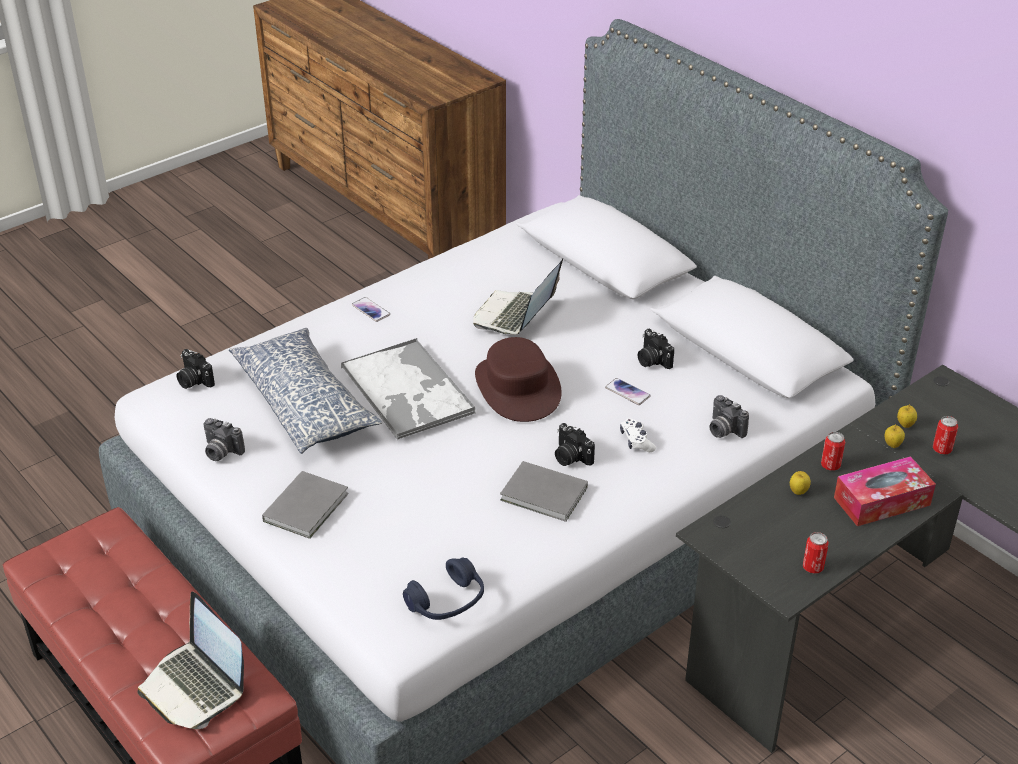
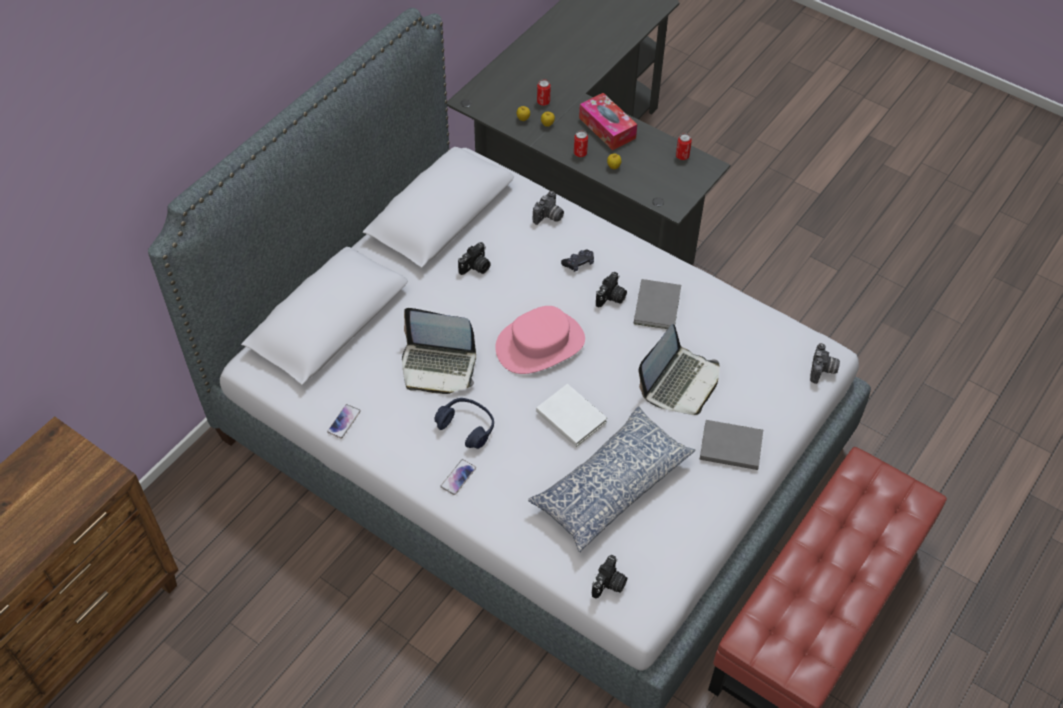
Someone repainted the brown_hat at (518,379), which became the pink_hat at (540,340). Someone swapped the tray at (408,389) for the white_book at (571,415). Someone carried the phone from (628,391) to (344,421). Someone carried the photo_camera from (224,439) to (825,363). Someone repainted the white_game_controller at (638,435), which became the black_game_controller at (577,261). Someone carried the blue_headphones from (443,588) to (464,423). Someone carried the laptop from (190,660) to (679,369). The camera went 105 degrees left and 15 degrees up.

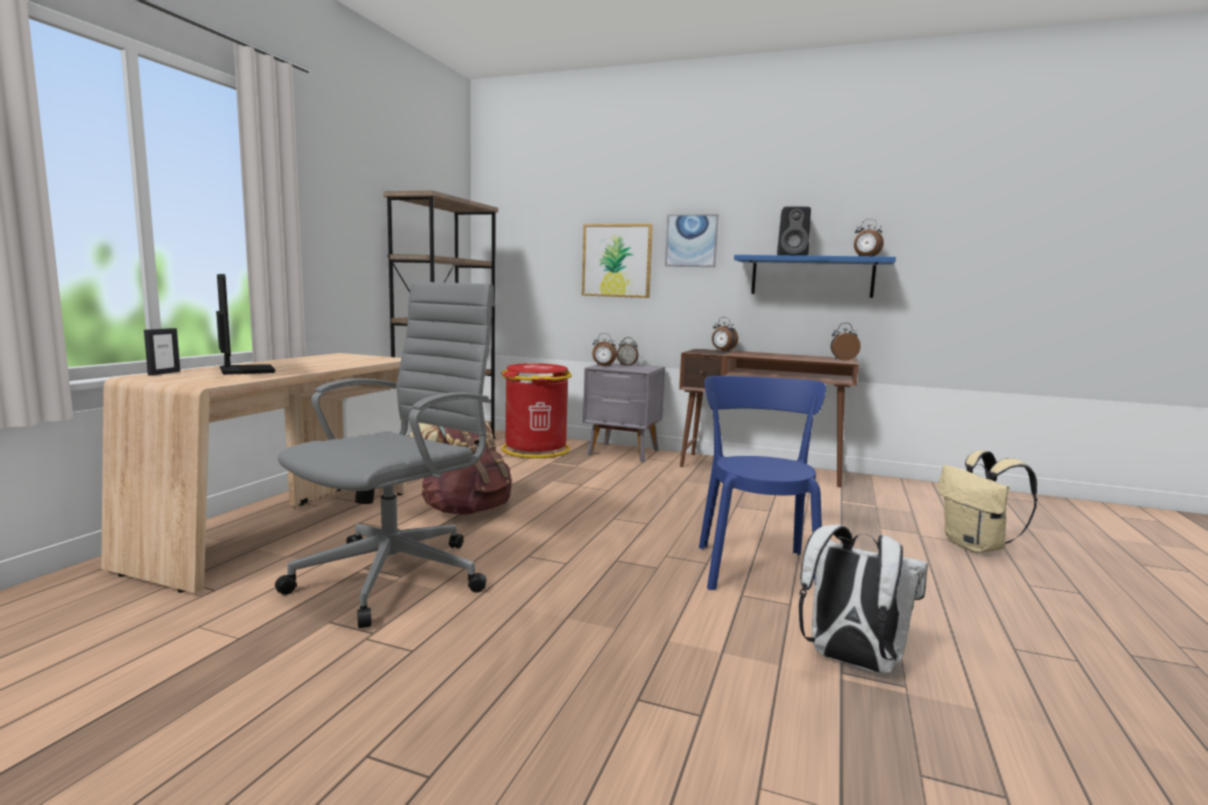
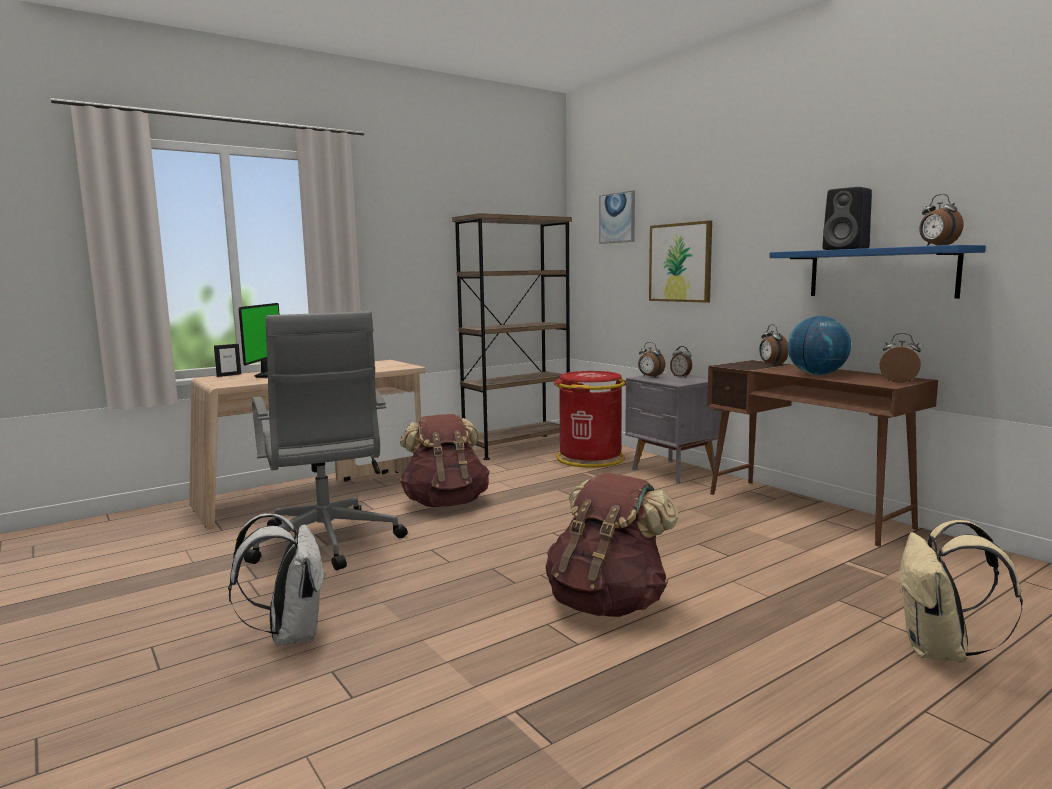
Someone carried the picture from (692,240) to (617,217). Someone rotated the grey_office_chair at (385,455) by 90 degrees clockwise. Someone swapped the blue_chair at (762,483) for the brown_backpack at (612,545). Someone carried the white_backpack from (863,599) to (277,579). Someone put down the globe at (819,345). The camera went 35 degrees right and 0 degrees up.

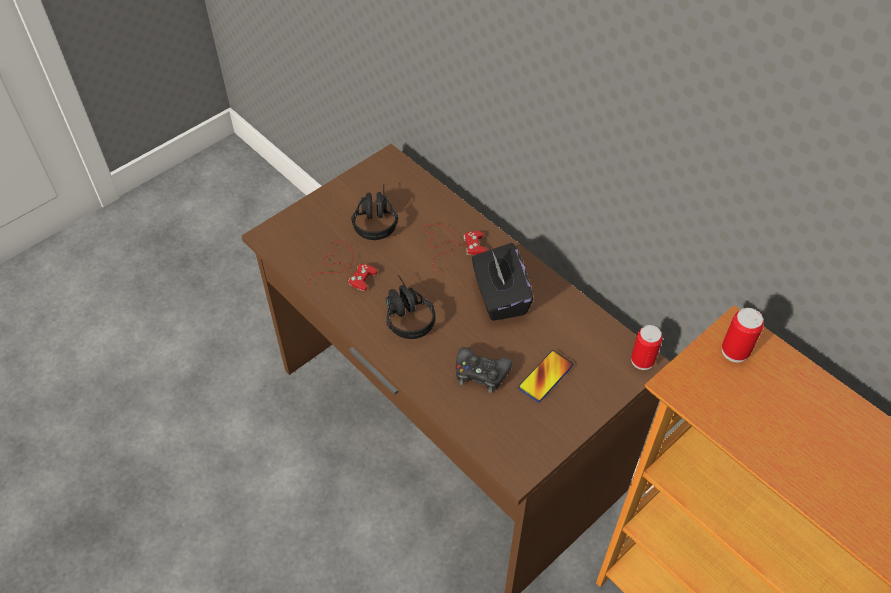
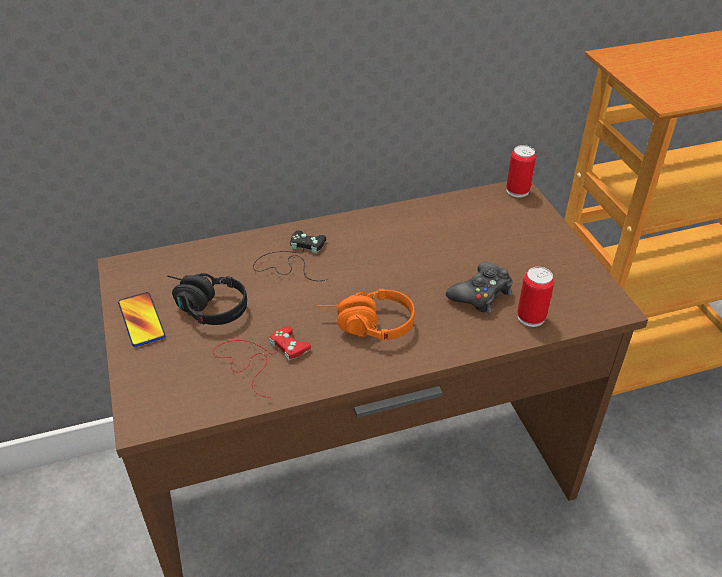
Someone repainted the red_game_controller at (455,248), which became the black_game_controller at (291,255). Someone took away the black_tissue_box at (502,282). Someone repainted the black_headphones at (410,307), which became the orange_headphones at (366,315). Someone carried the can from (743,335) to (535,297). Someone carried the phone from (546,376) to (142,319). The camera went 65 degrees left and 10 degrees down.

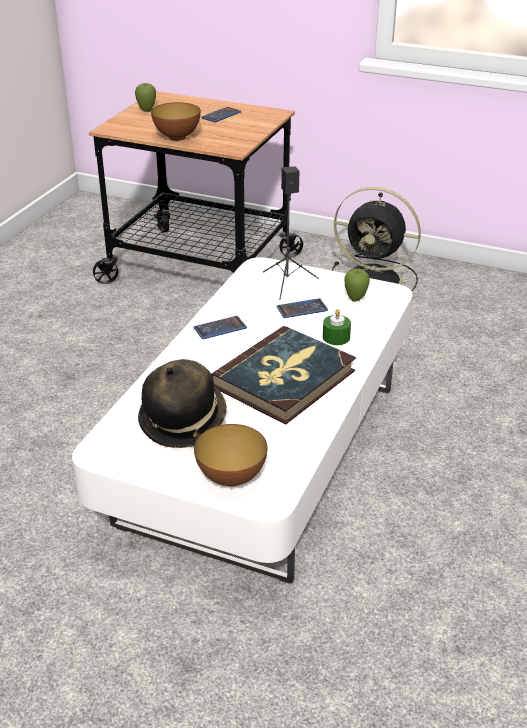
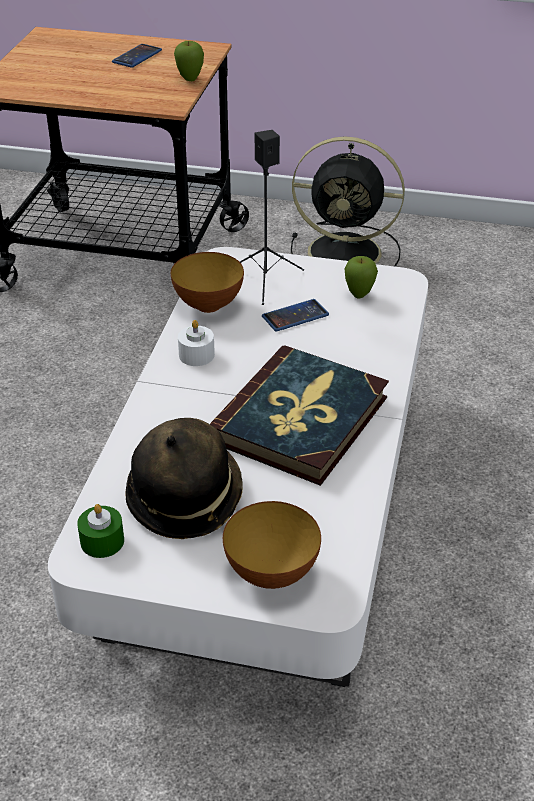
Someone carried the apple from (145,97) to (189,61). Someone carried the bowl from (176,121) to (207,282). Someone carried the green_candle from (337,327) to (100,531). Someone swapped the phone at (220,327) for the white_candle at (196,343). The camera went 10 degrees left and 5 degrees up.

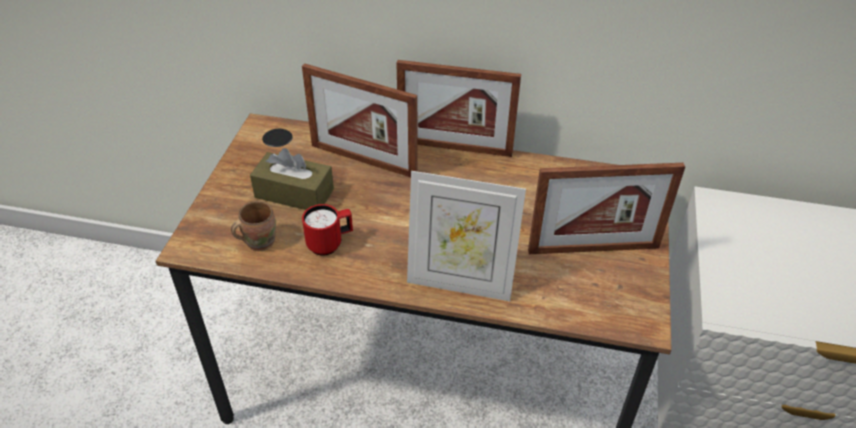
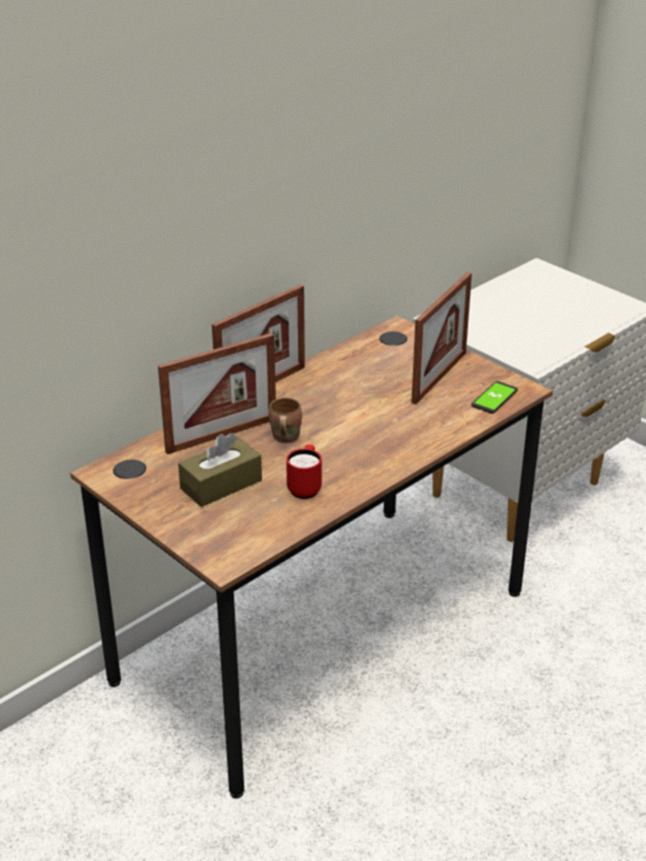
Someone took away the picture_frame at (466,236). Someone carried the brown_mug from (253,226) to (285,420). Someone put down the phone at (494,397). The camera went 55 degrees left and 10 degrees down.

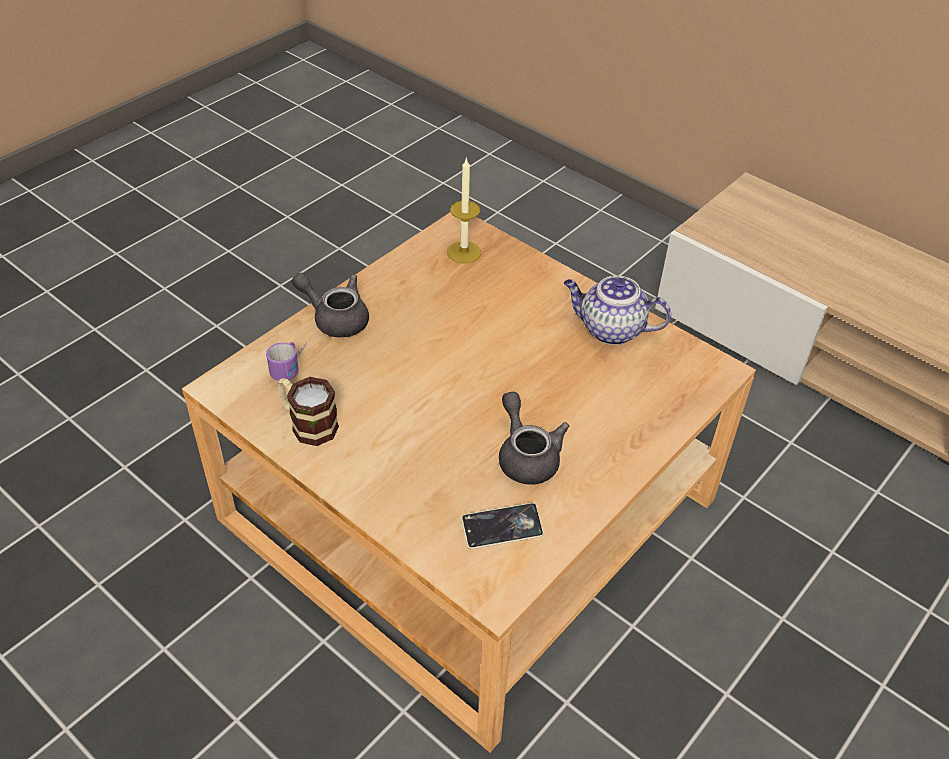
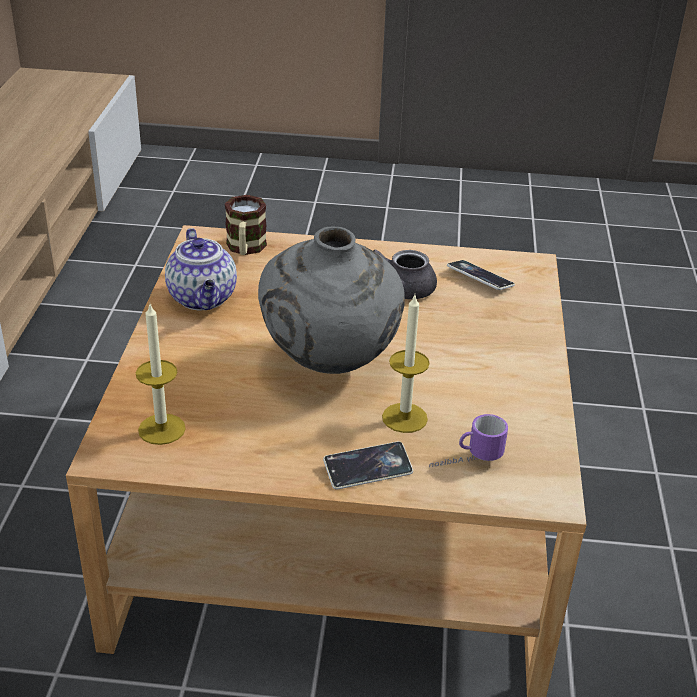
Someone swapped the grey_teapot at (330,305) for the phone at (368,465). Someone carried the mug from (308,411) to (246,225). Someone put down the grey_vase at (331,300). Someone put down the candle at (406,364). The camera went 125 degrees left and 10 degrees down.

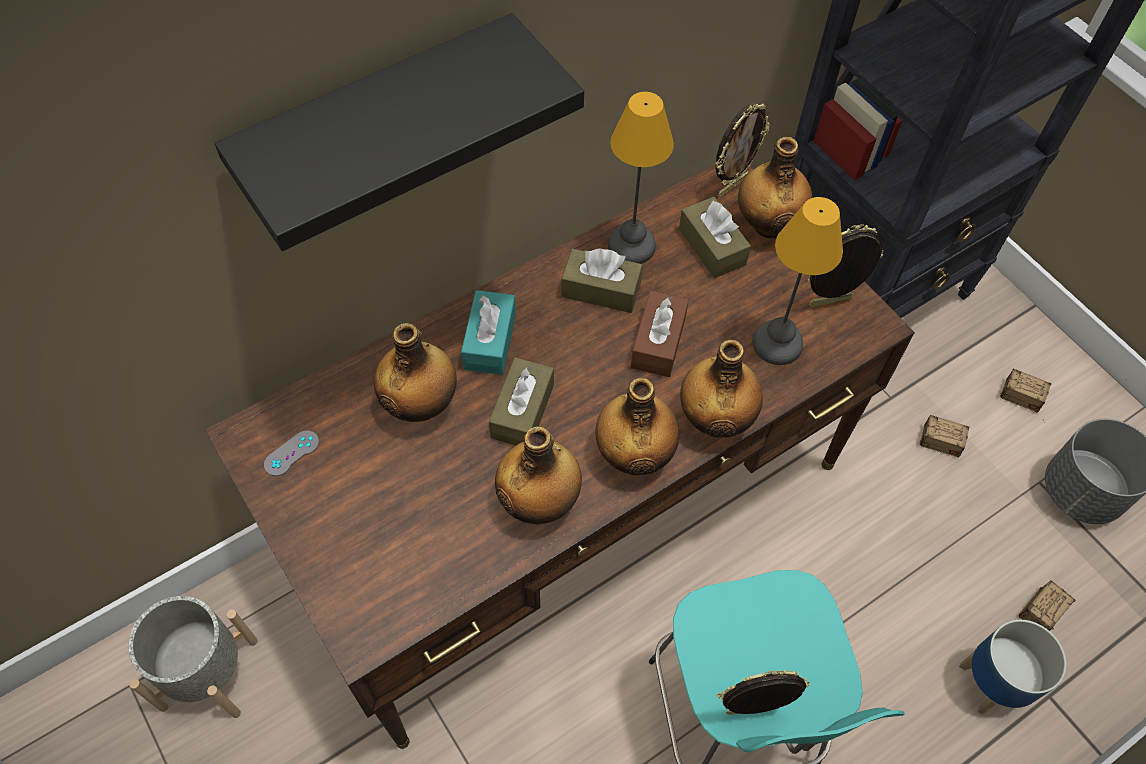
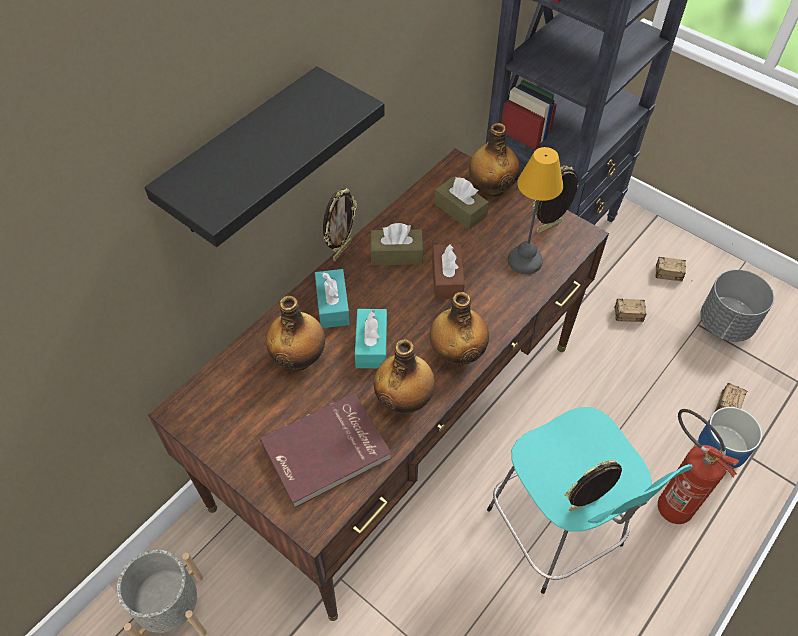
Someone took away the table_lamp at (641,178). Someone carried the picture_frame from (743,150) to (340,224). Someone took away the bottle at (721,389). Someone repainted the brown_tissue_box at (521,401), which became the turquoise_tissue_box at (371,338). Someone took away the grey_game_controller at (291,453). Someone put down the red_book at (325,450). Someone put down the fire_extinguisher at (698,466). The camera went 15 degrees left and 5 degrees down.

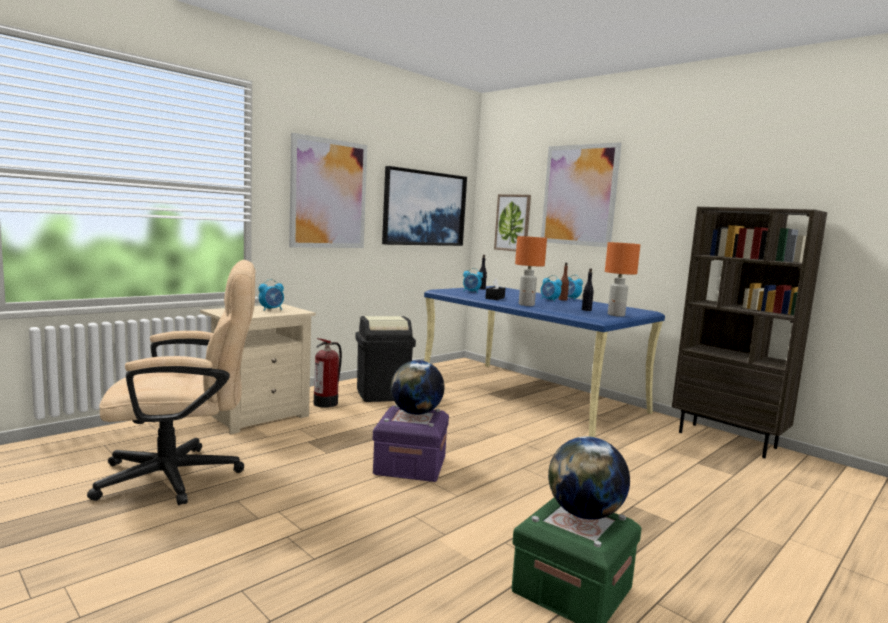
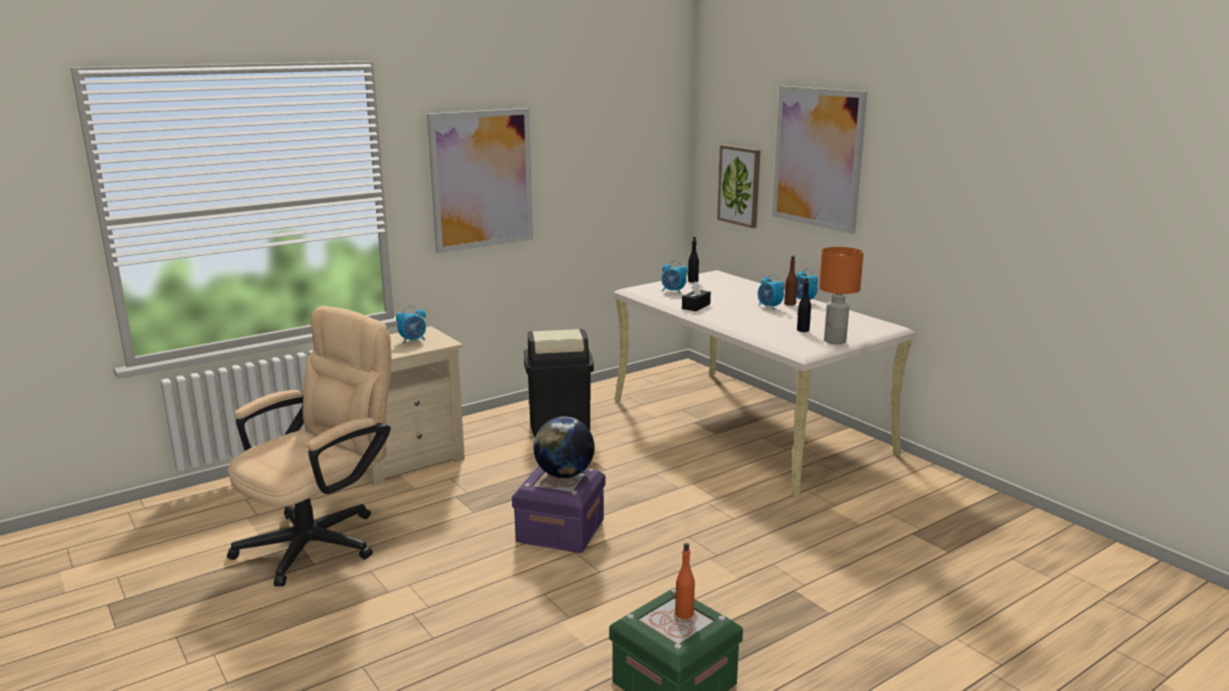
Someone took away the picture at (424,206). Someone took away the brown_bookcase at (749,332). Someone took away the orange_table_lamp at (531,271). Someone rotated the beige_office_chair at (171,382) by 45 degrees counterclockwise. Someone repainted the blue_desk at (544,361), which became the beige_desk at (764,383). Someone took away the fire_extinguisher at (328,373). Someone swapped the globe at (589,478) for the orange_bottle at (685,581). The camera went 10 degrees right and 10 degrees up.

